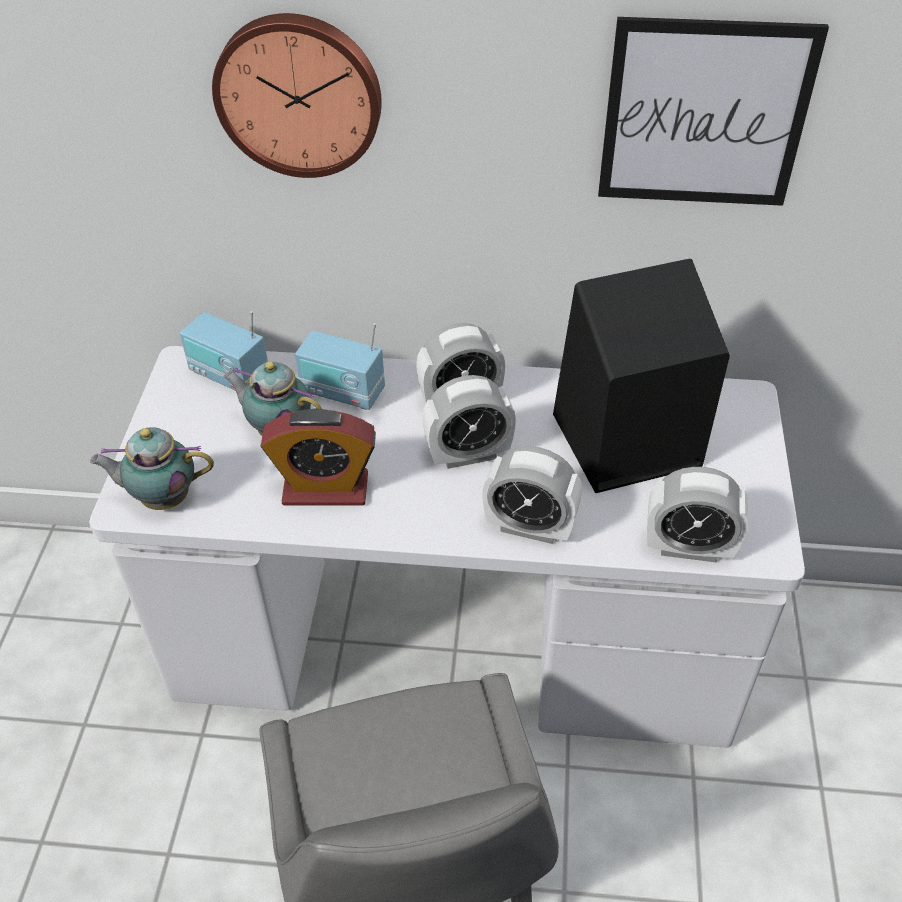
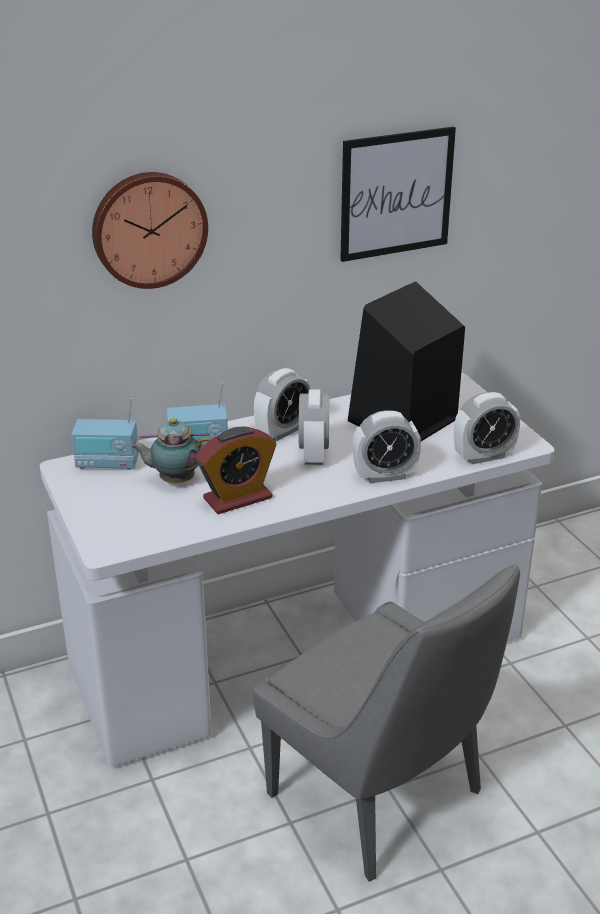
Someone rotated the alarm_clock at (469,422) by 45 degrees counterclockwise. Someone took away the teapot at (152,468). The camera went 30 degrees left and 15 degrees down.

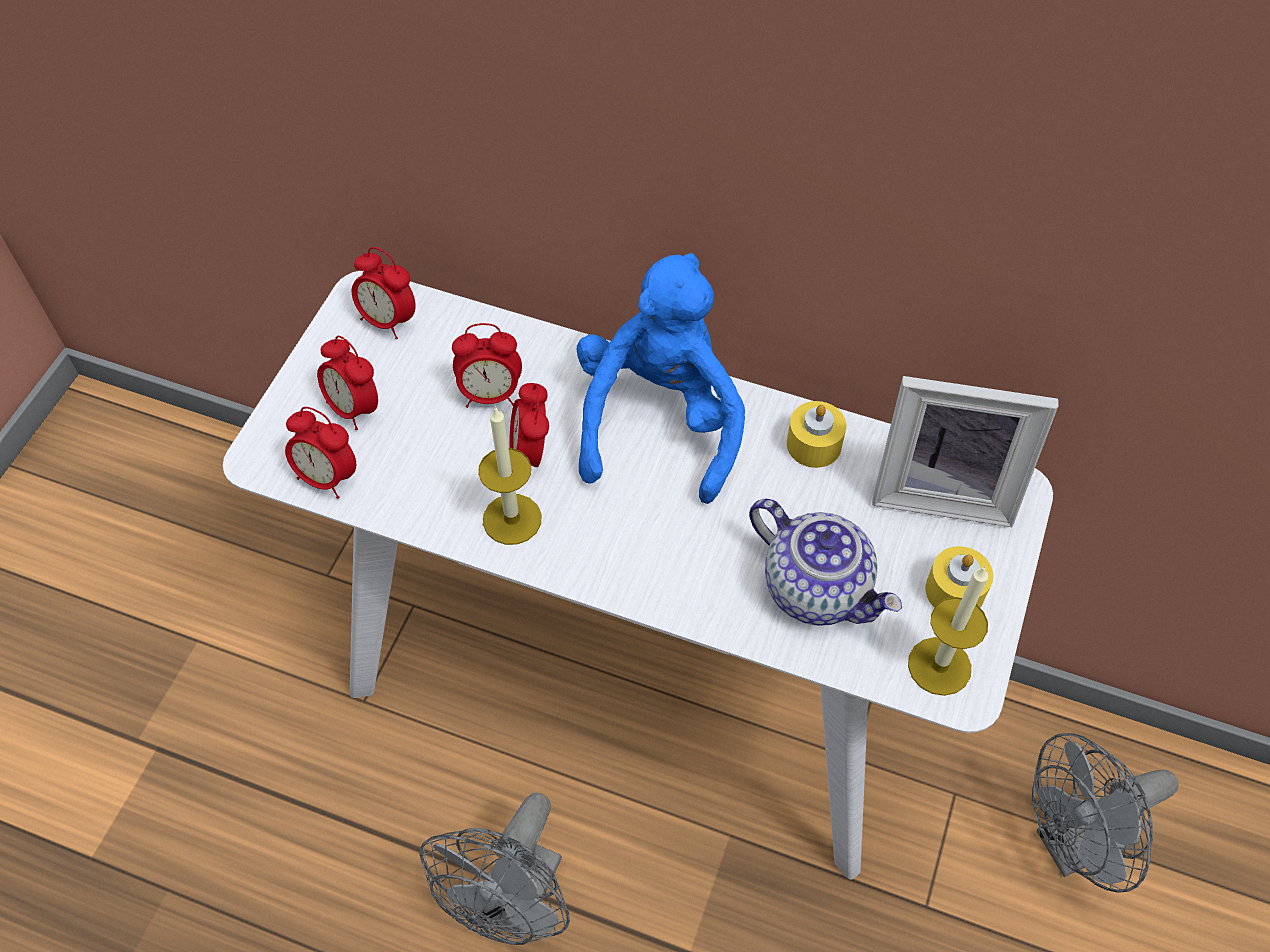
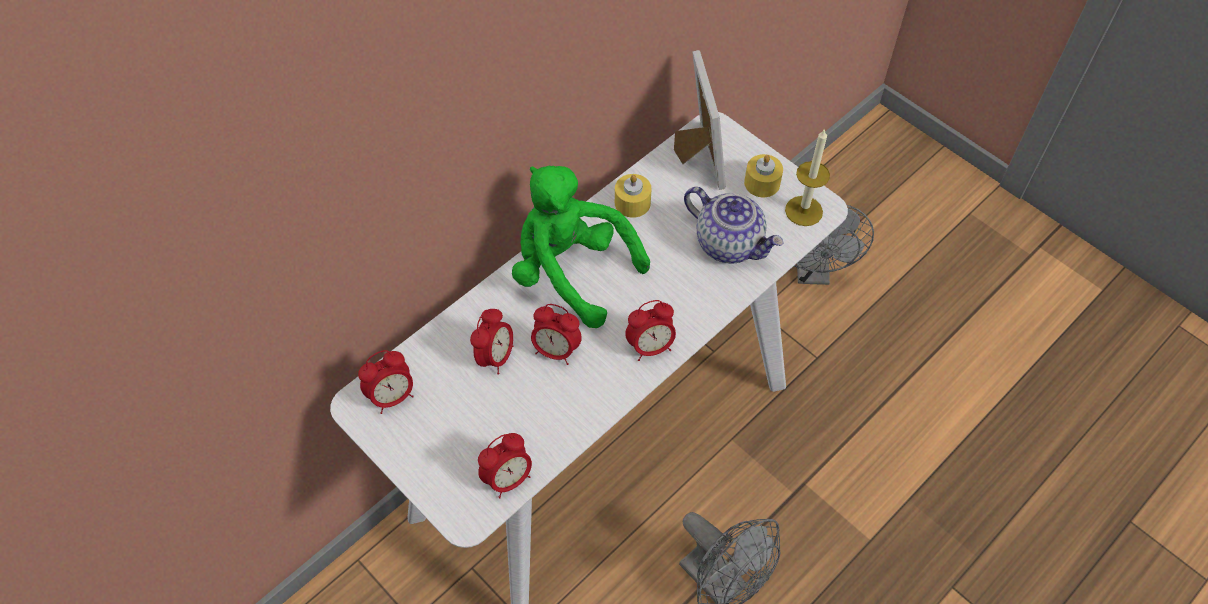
Someone repainted the blue_plush_toy at (660,378), which became the green_plush_toy at (581,246). Someone carried the alarm_clock from (347,383) to (650,330). Someone rotated the picture_frame at (965,451) by 45 degrees counterclockwise. Someone took away the candle at (510,475). Someone rotated the teapot at (825,562) by 60 degrees clockwise. The camera went 65 degrees left and 0 degrees up.

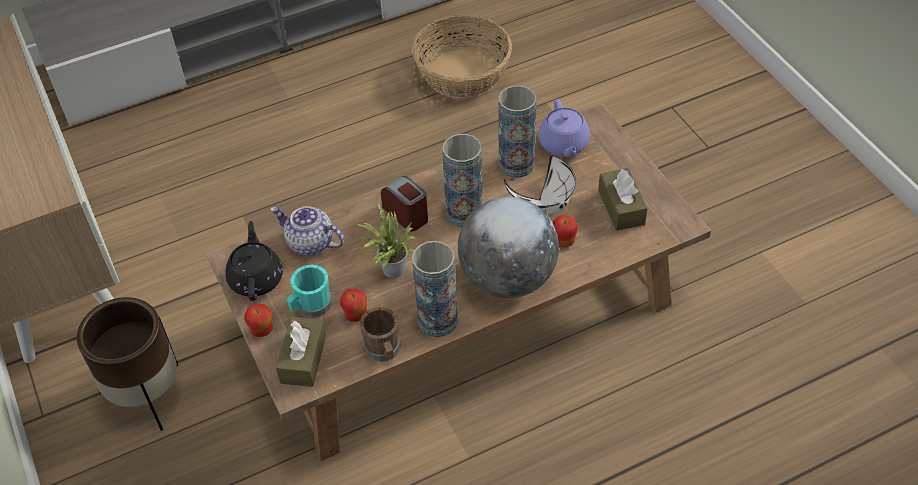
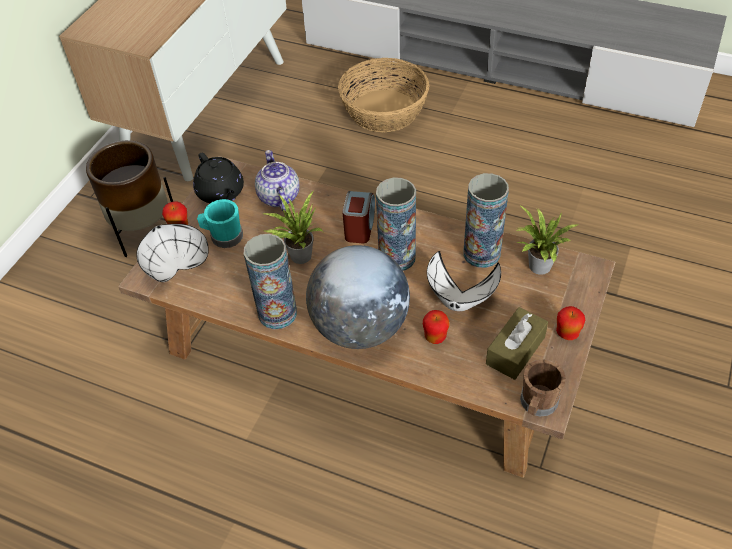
Someone carried the basket from (462,56) to (384,95). Someone swapped the purple_teapot at (564,128) for the potted_plant at (547,240). Someone rotated the black_teapot at (254,261) by 105 degrees clockwise. Someone carried the apple from (353,305) to (570,323). Someone carried the brown_mug from (380,334) to (543,388). Someone swapped the brown_tissue_box at (301,352) for the white_bowl at (172,253). The camera went 50 degrees right and 0 degrees up.

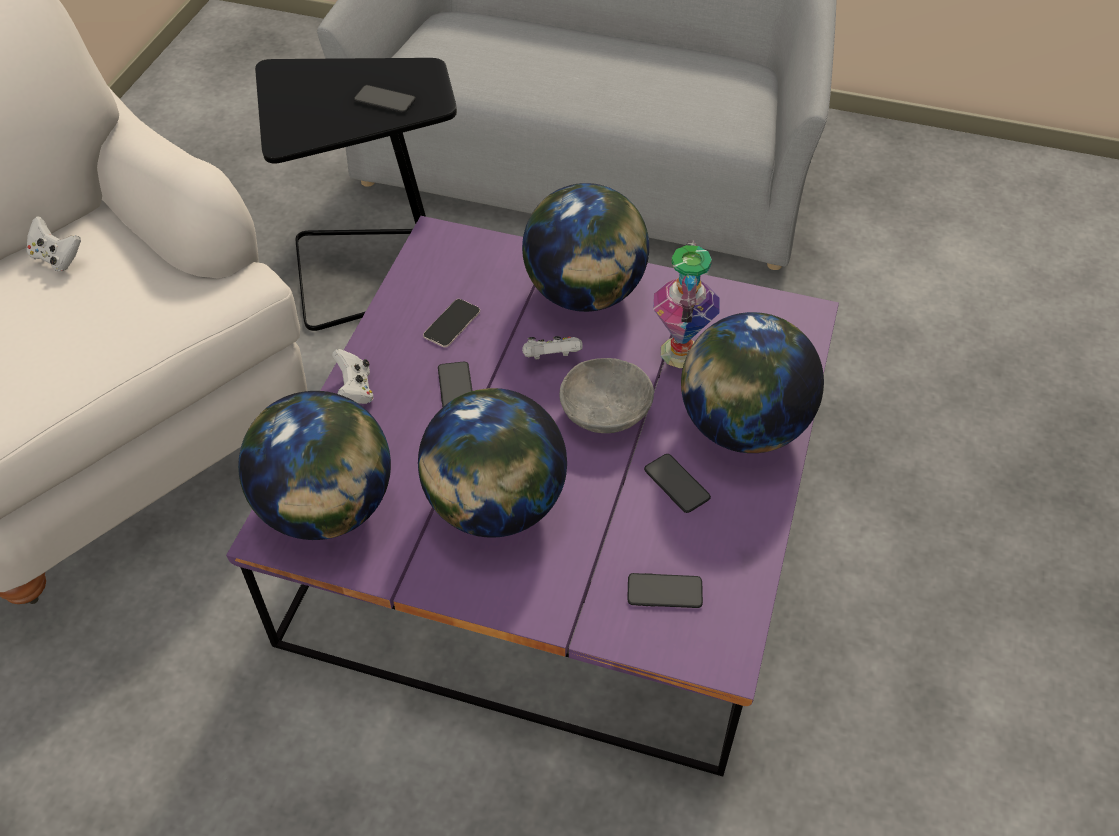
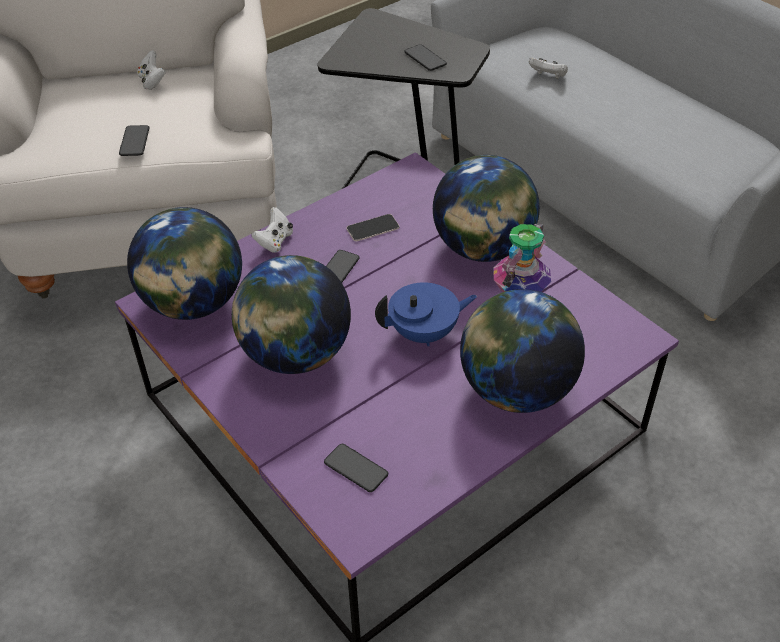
Someone carried the white_game_controller from (552,348) to (548,67). Someone swapped the grey_bowl at (606,395) for the blue_teapot at (426,314). Someone carried the phone from (677,483) to (134,140). The camera went 35 degrees right and 5 degrees down.

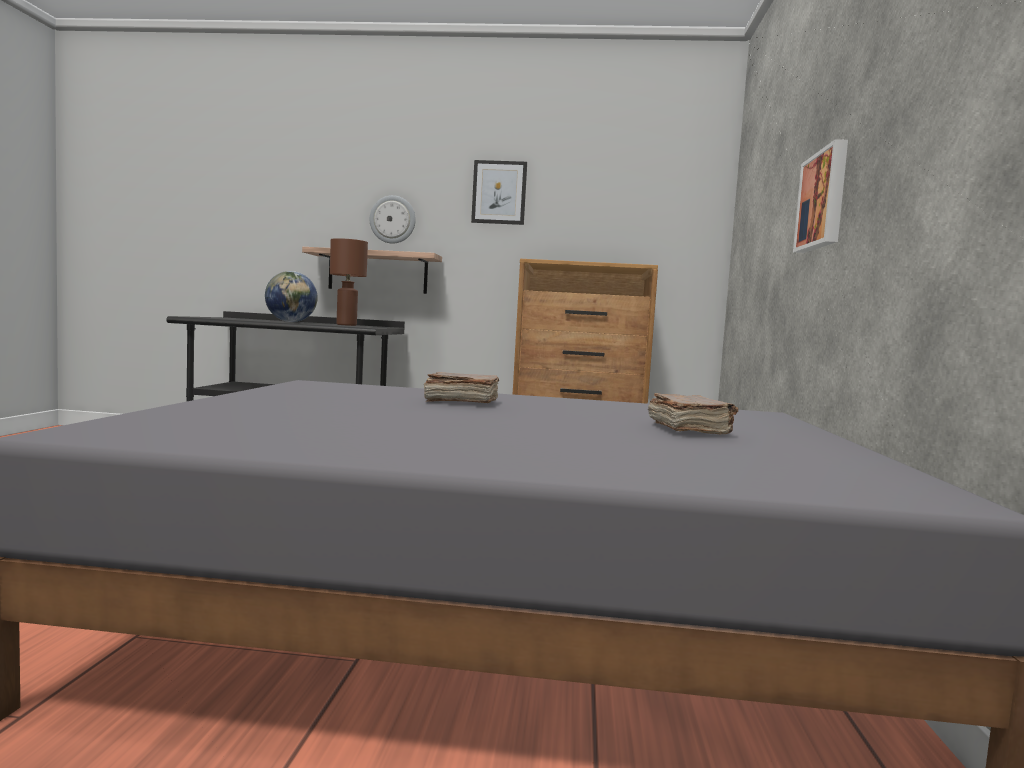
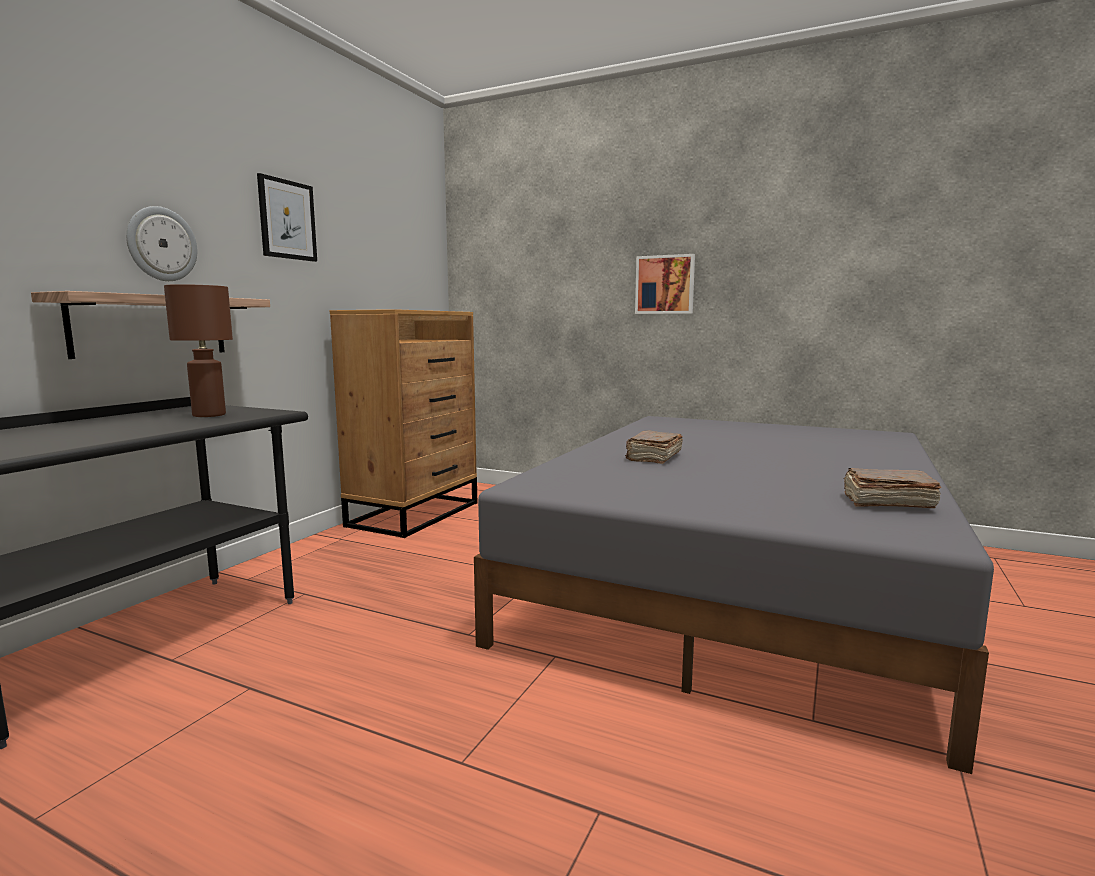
Someone took away the globe at (291,296). Someone carried the brown_book from (693,414) to (892,488). The camera went 70 degrees left and 5 degrees up.

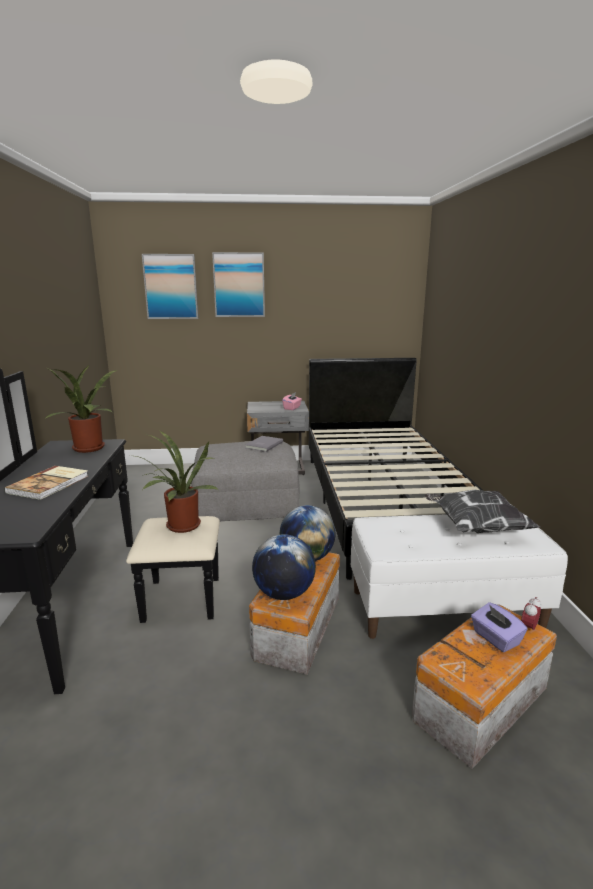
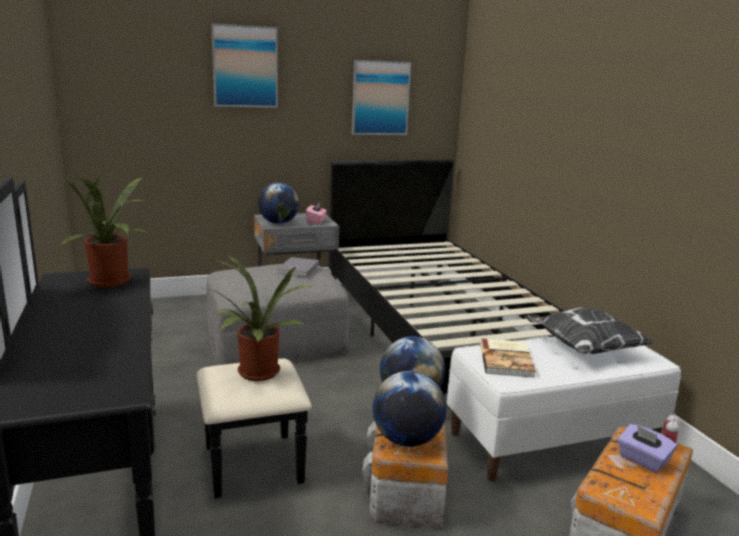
Someone carried the picture from (170,286) to (381,97). Someone carried the book from (46,483) to (508,358). Someone put down the globe at (278,203). The camera went 15 degrees left and 0 degrees up.

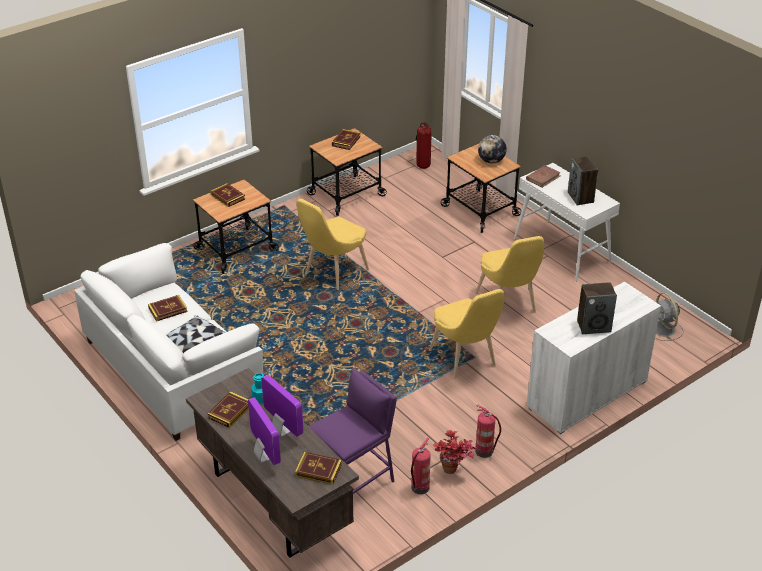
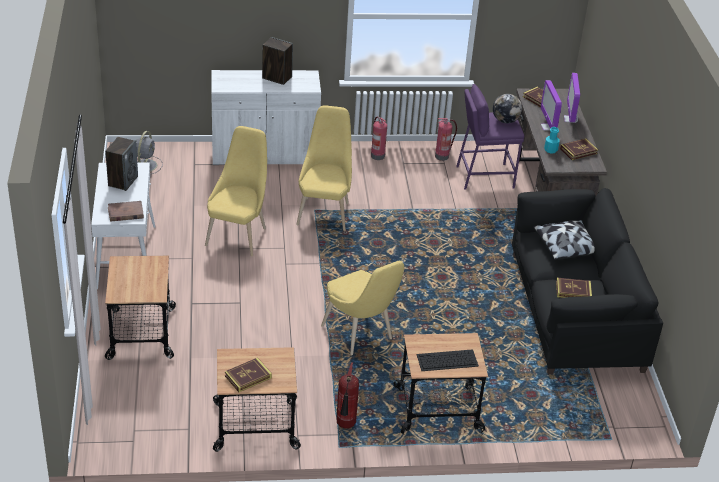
Someone carried the fire_extinguisher from (424,145) to (347,395). Someone carried the globe from (492,149) to (507,108). Someone swapped the book at (227,195) for the keyboard at (447,360). Someone rotated the yellow_chair at (332,244) by 75 degrees clockwise. Someone repainted the white_sofa at (168,342), which became the black_sofa at (587,281). Someone took away the potted_plant at (454,452). The camera went 150 degrees left and 0 degrees up.

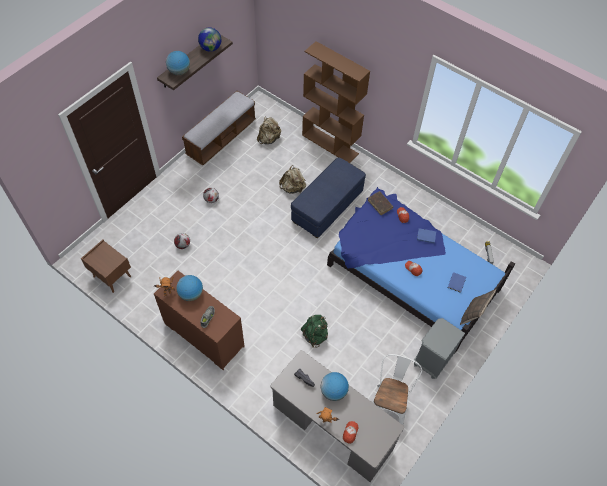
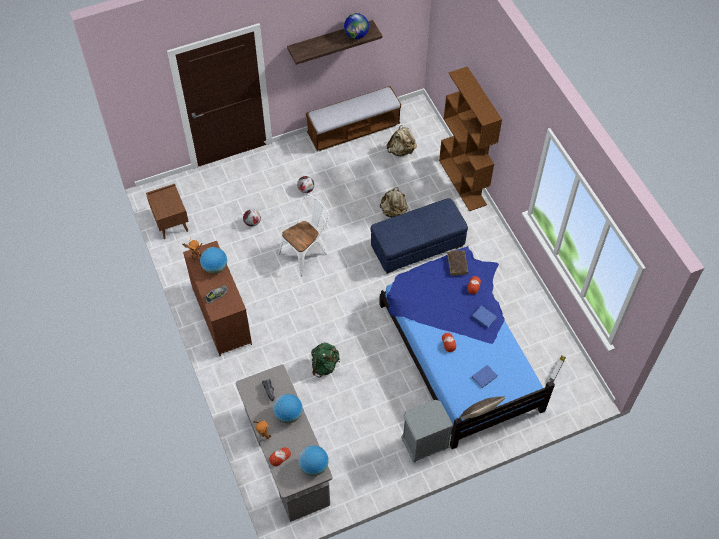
Someone carried the globe from (178,63) to (314,460). Someone carried the white_chair from (397,389) to (303,235). The camera went 30 degrees right and 0 degrees up.

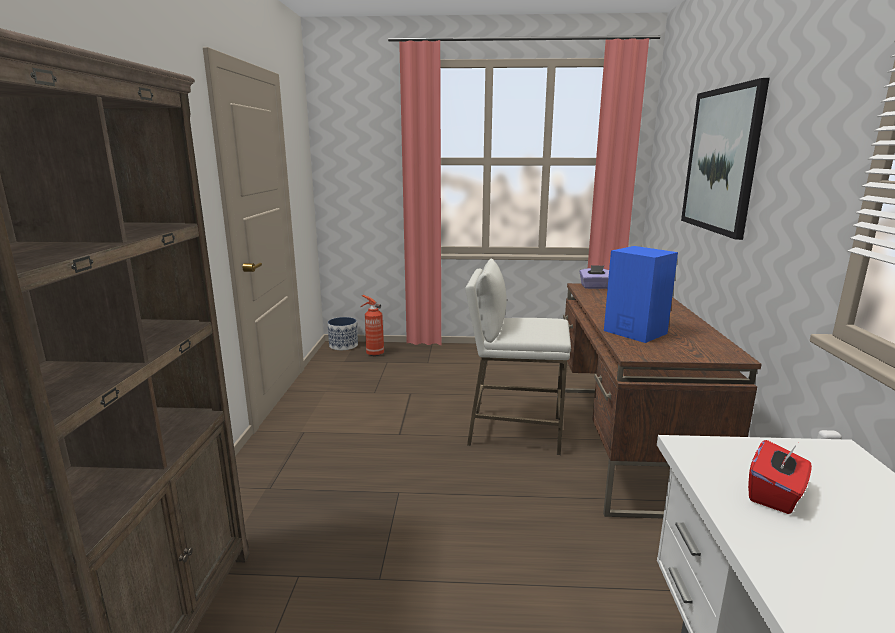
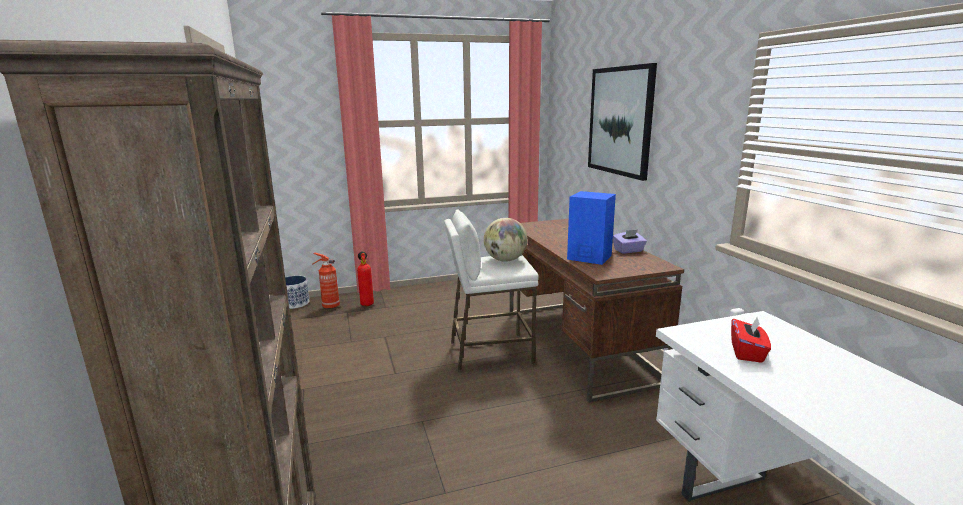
Someone carried the purple_tissue_box from (594,277) to (630,242). Someone put down the globe at (506,240). Someone put down the fire_extinguisher at (365,278). The camera went 20 degrees left and 0 degrees up.

